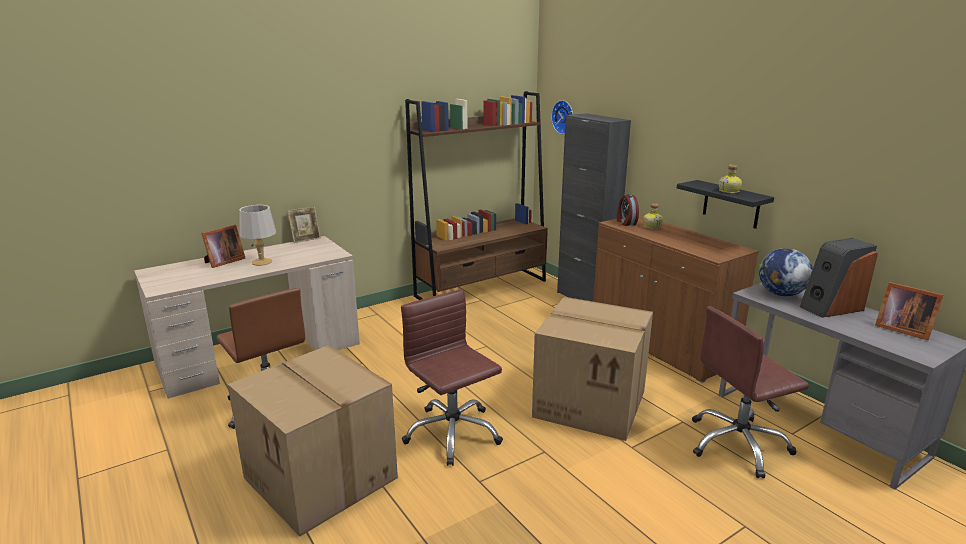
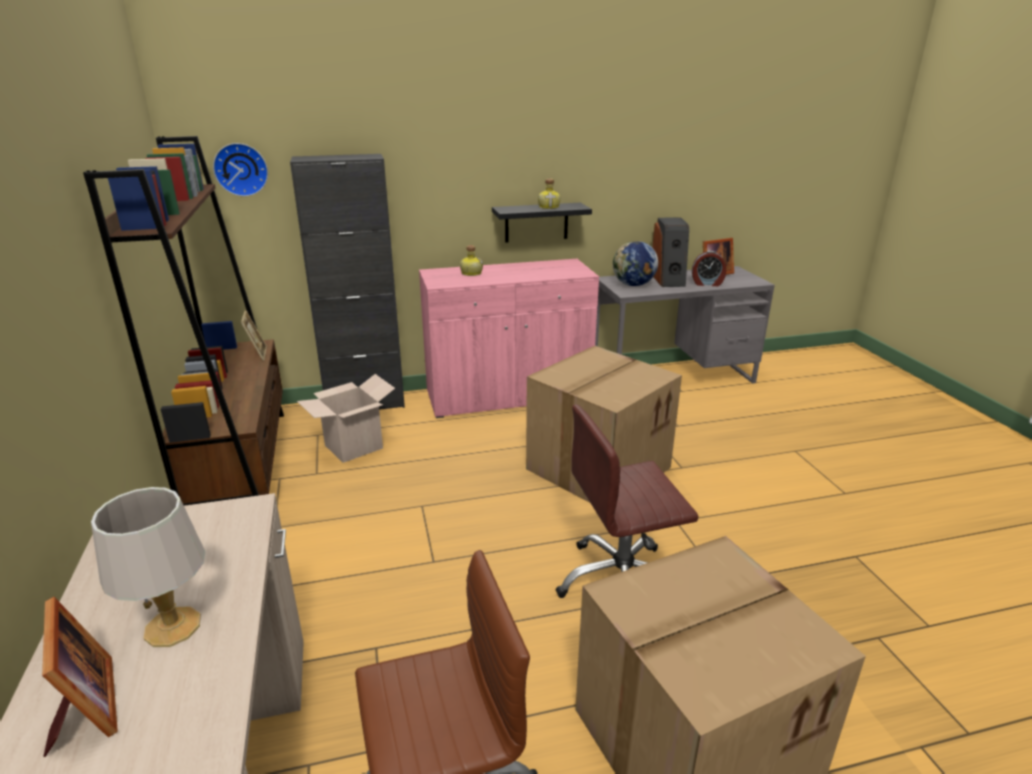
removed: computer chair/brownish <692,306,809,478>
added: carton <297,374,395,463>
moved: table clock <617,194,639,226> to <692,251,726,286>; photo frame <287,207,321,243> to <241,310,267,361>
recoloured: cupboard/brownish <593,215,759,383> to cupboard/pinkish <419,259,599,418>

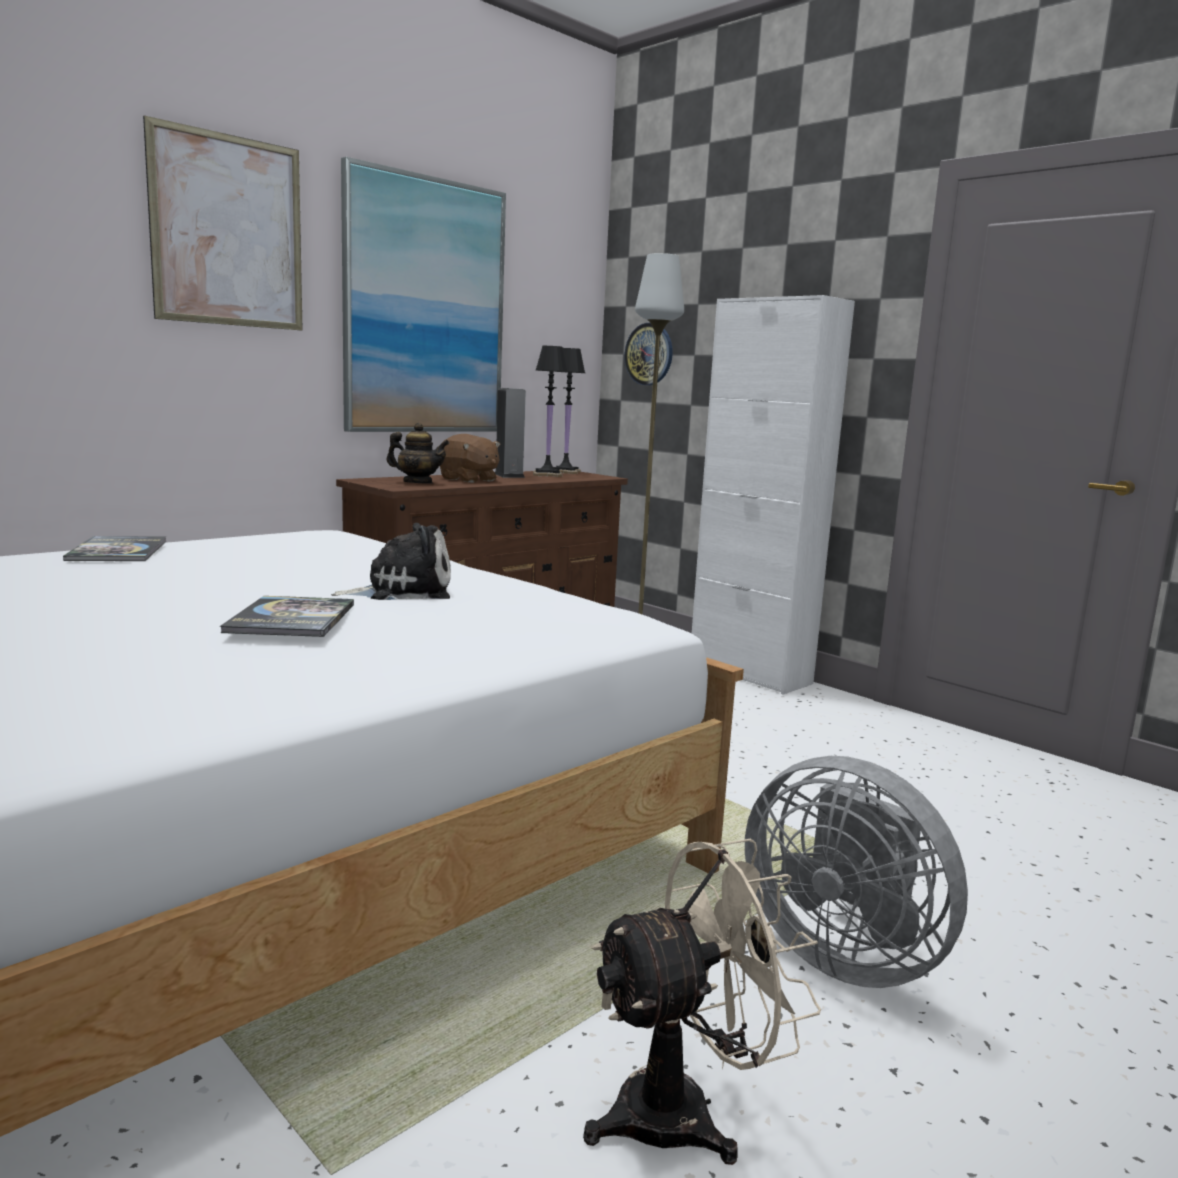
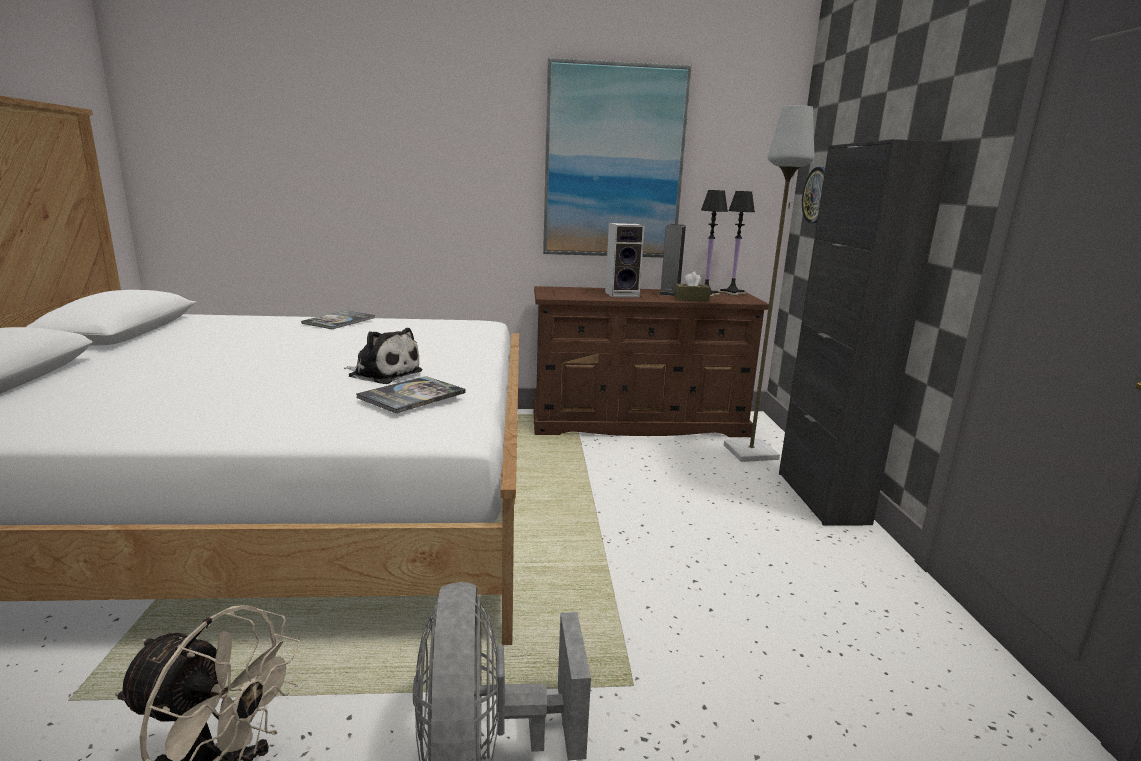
removed: wall picture <143,115,303,330>; tea pot <386,423,450,484>
added: tissue box/brownish <674,272,711,302>
moved: volume <220,596,354,637> to <356,376,466,413>
replaced: cuddly toy/brownish <440,434,500,483> to speaker <605,223,645,297>
recoloured: cupboard/whitish <692,295,855,695> to cupboard/blackish <779,139,953,526>

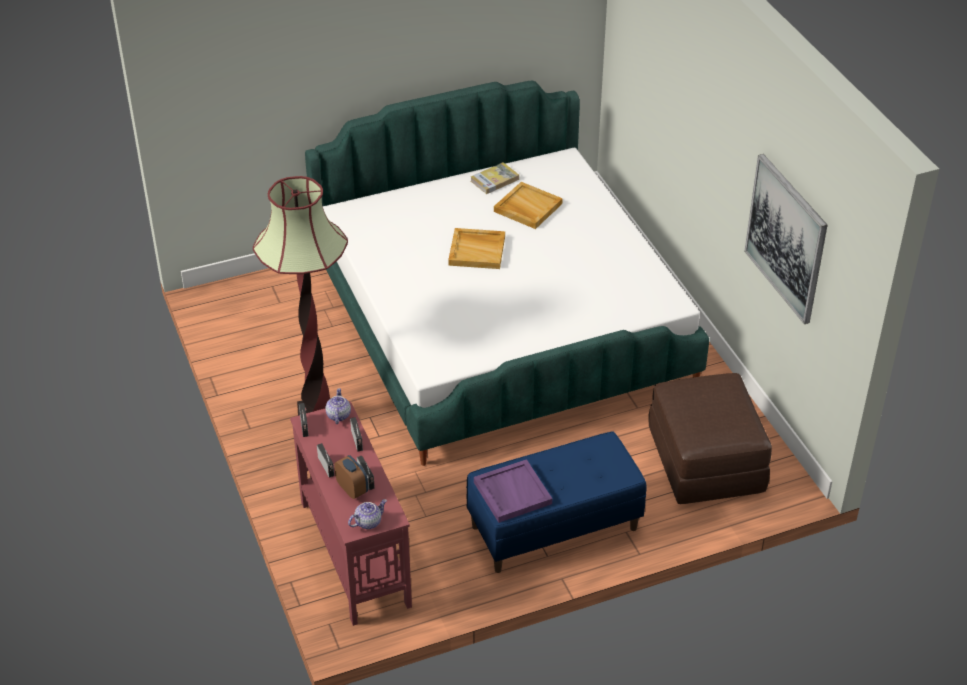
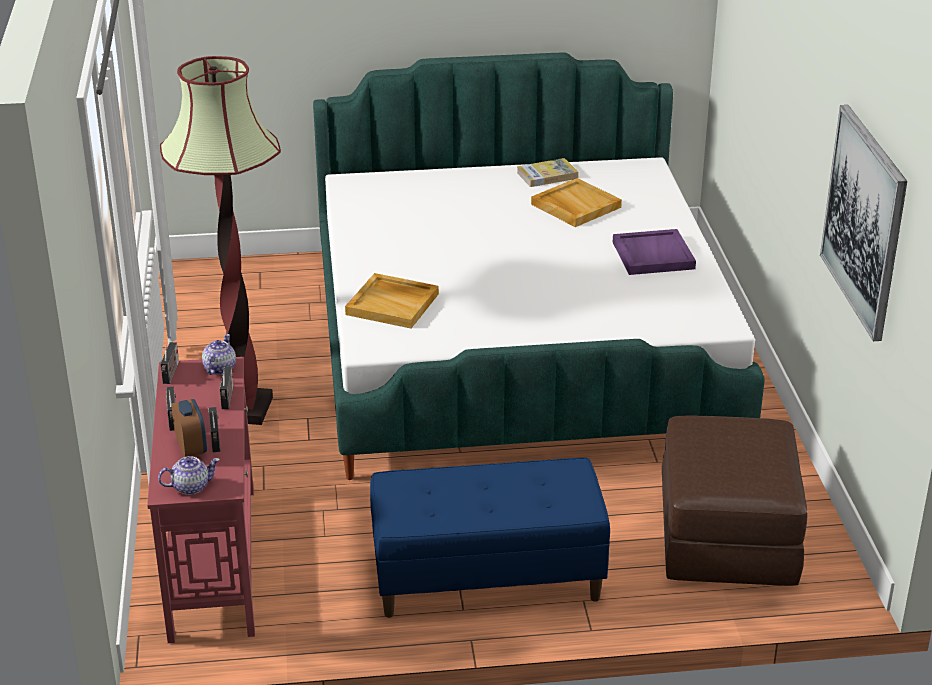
moved: carrying tray/beige <448,228,505,269> to <345,273,439,328>; carrying tray/purple <474,459,552,523> to <612,229,696,275>

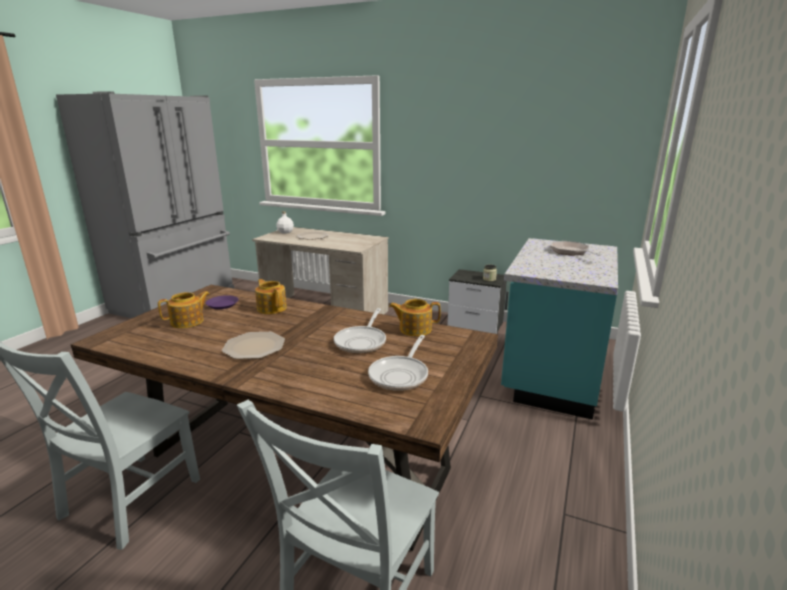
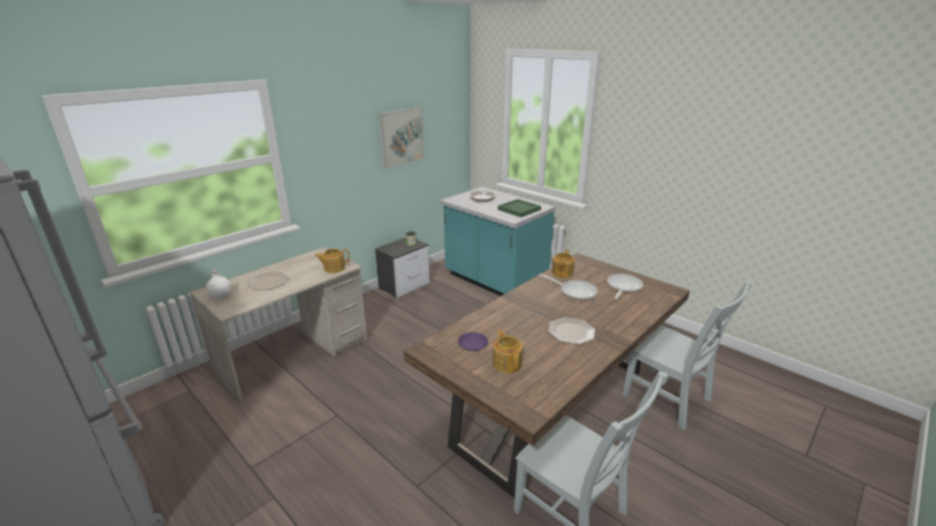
added: wall picture <379,108,424,168>; carrying tray/greenish <498,199,541,217>
moved: tea pot <255,279,287,314> to <315,249,350,273>
turned: skillet <368,335,428,391> = <607,274,643,299> 105 degrees counterclockwise

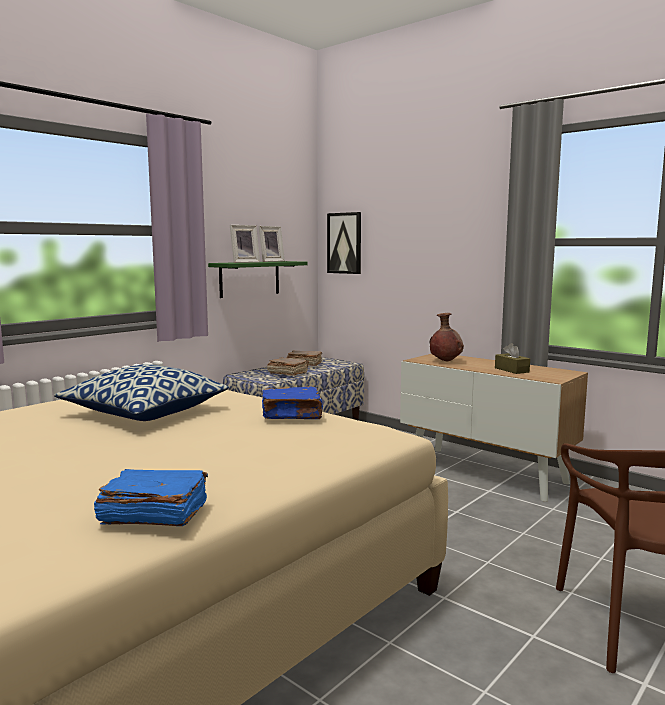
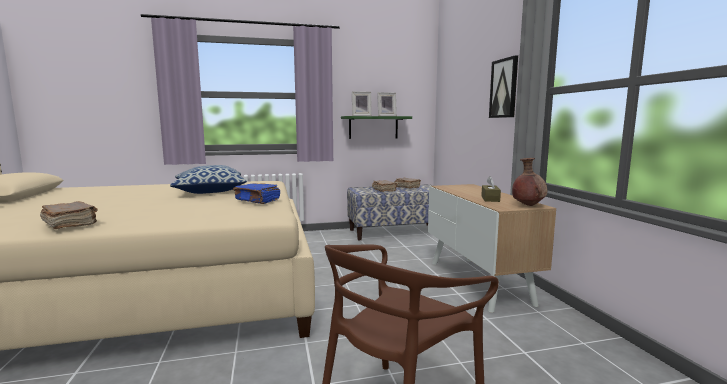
moved: wall picture <327,212,361,274> to <489,55,518,118>; vase/brownish <430,313,464,361> to <512,158,547,206>
recoloured: volume/bluish <94,469,208,526> to volume/brownish <40,201,97,229>

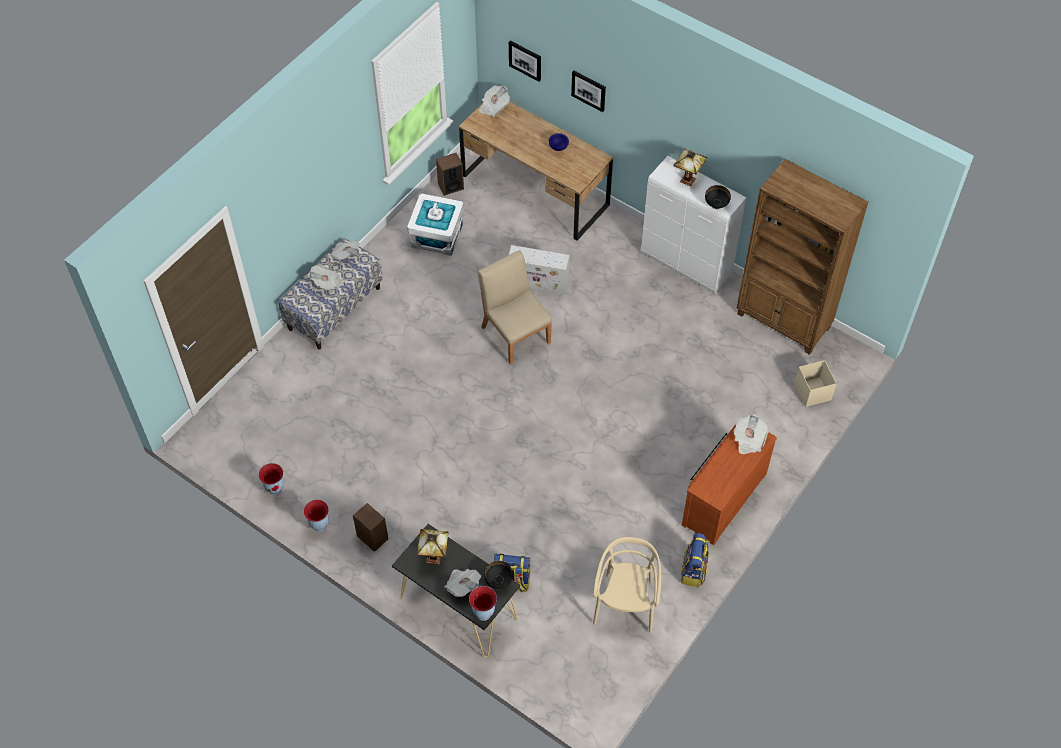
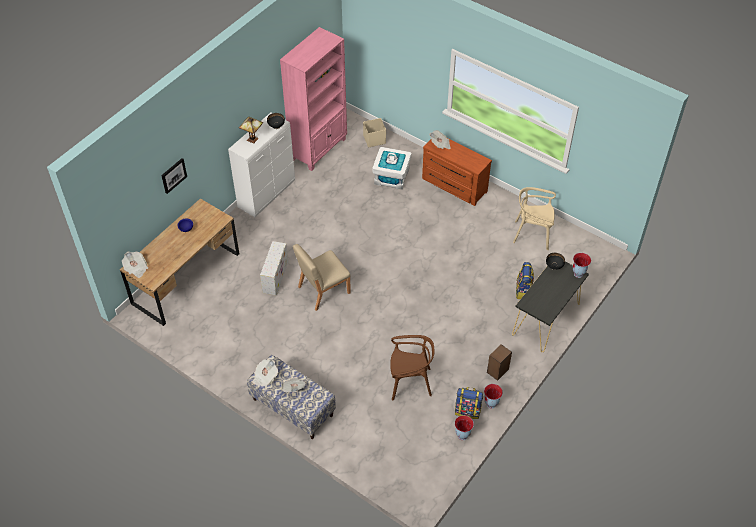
removed: wall picture <509,41,541,82>; speaker <436,153,464,196>; lamp for a table <417,529,449,565>; newspaper <444,569,481,597>
added: plain chair/brownish <390,335,434,400>
moved: storage container/whitish <407,194,464,256> to <372,147,411,190>; backpack <681,533,709,587> to <455,387,483,419>
recoloured: bookshelf/brownish <737,159,869,355> to bookshelf/pinkish <280,27,347,171>

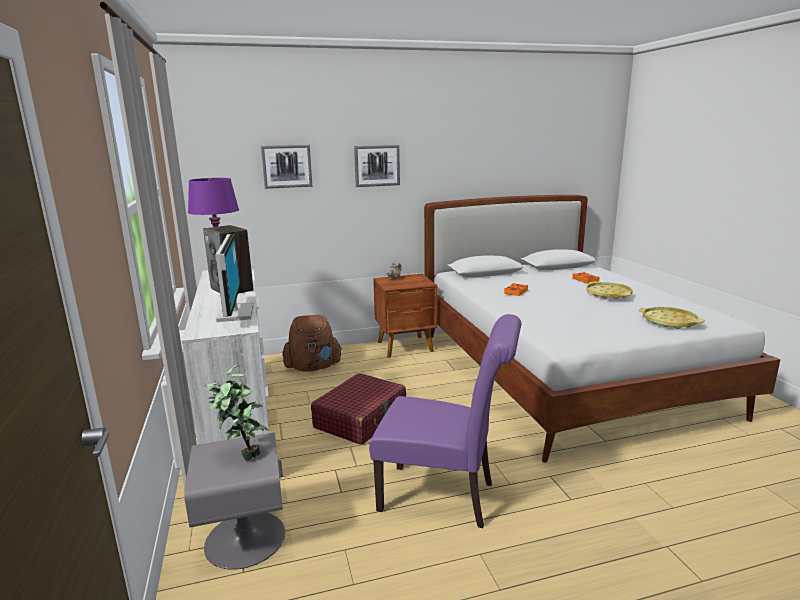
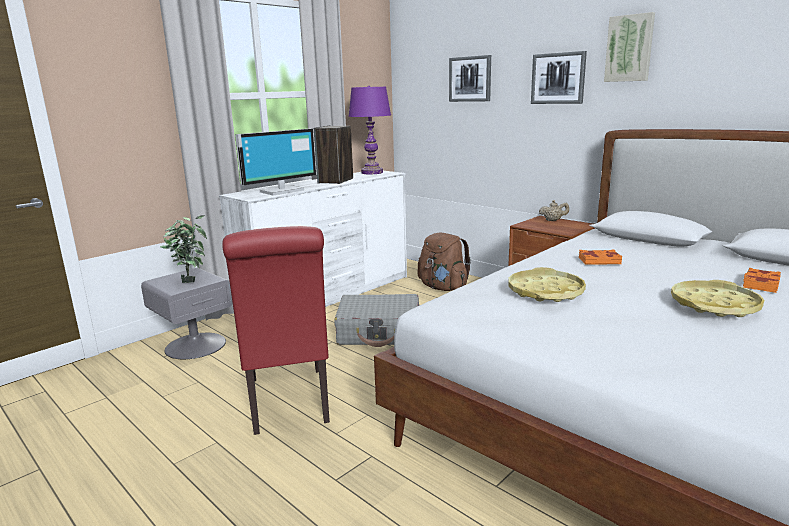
added: wall picture <604,12,655,82>
moved: carrying tray/yellowish <639,307,705,329> to <508,267,586,302>
recoloured: plain chair/purple <369,314,521,528> to plain chair/red <222,226,330,435>; travel case/red <311,373,406,445> to travel case/greyish <335,294,419,347>

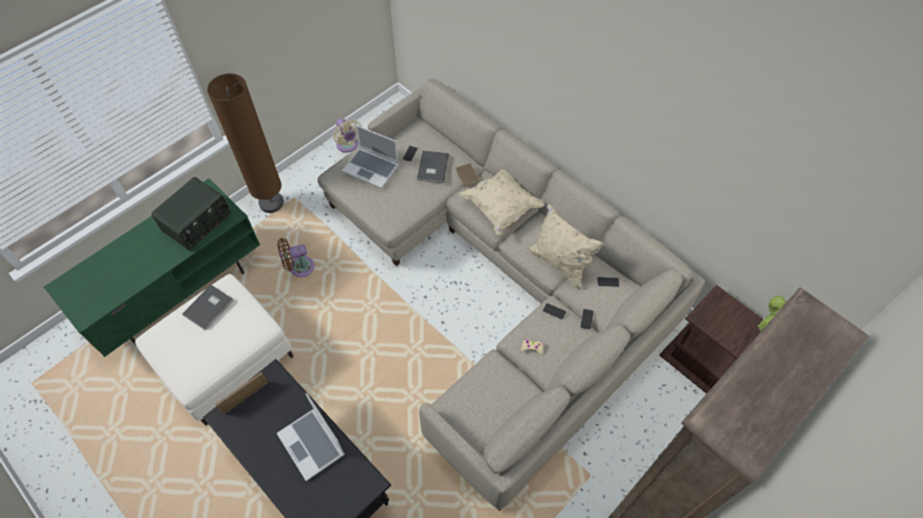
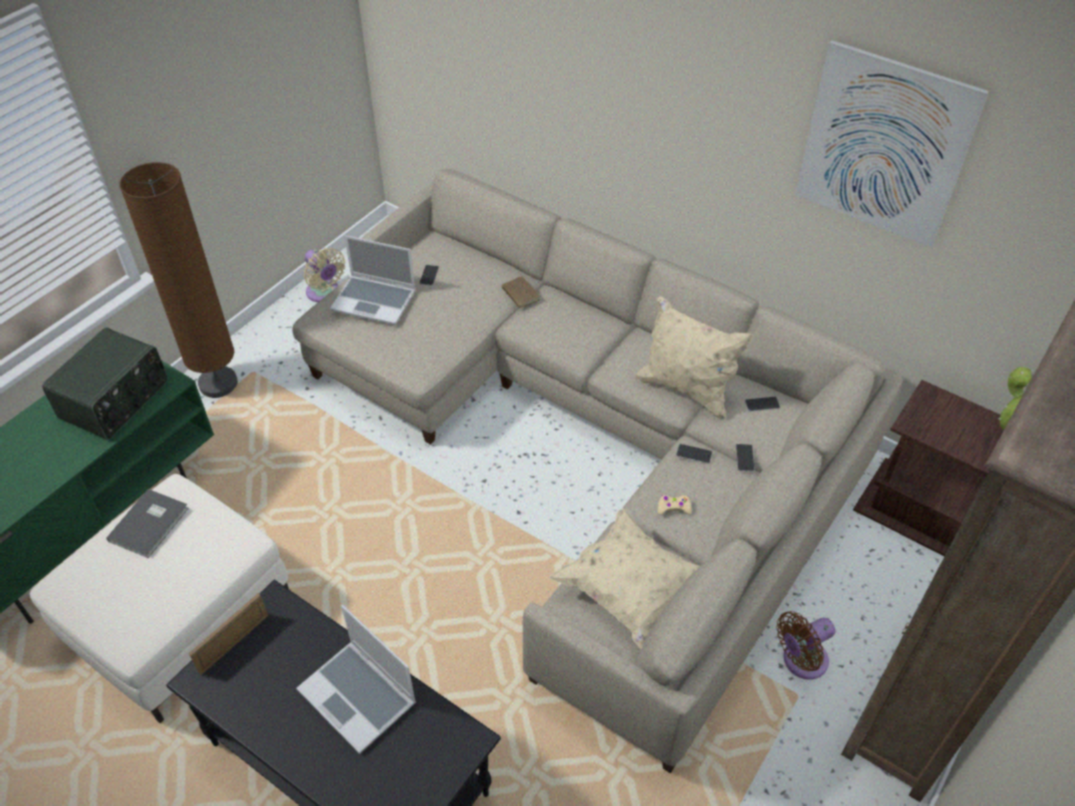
removed: volume/greyish <417,151,449,183>
added: wall picture <795,40,989,248>
moved: cushion/beige <458,170,544,235> to <549,508,700,649>; electric fan/brownish <277,238,315,277> to <776,611,835,680>

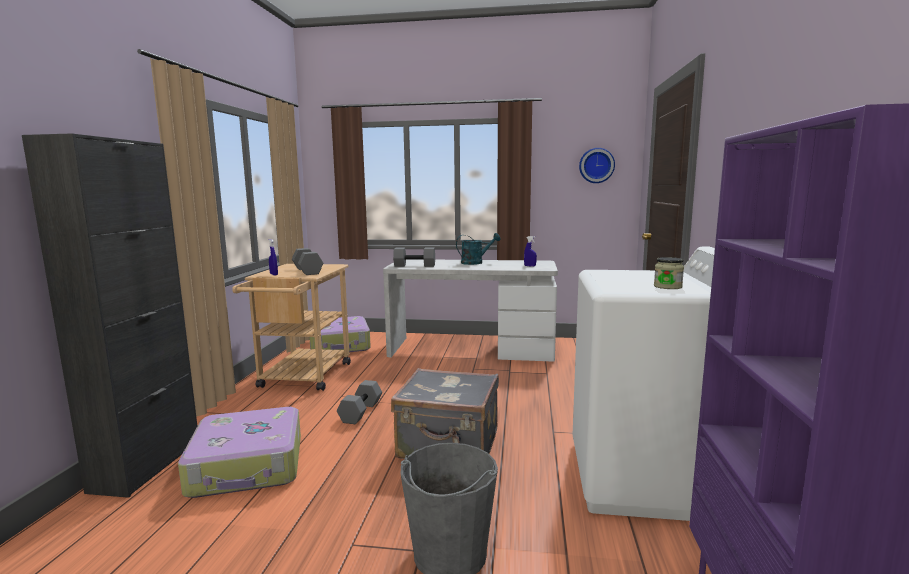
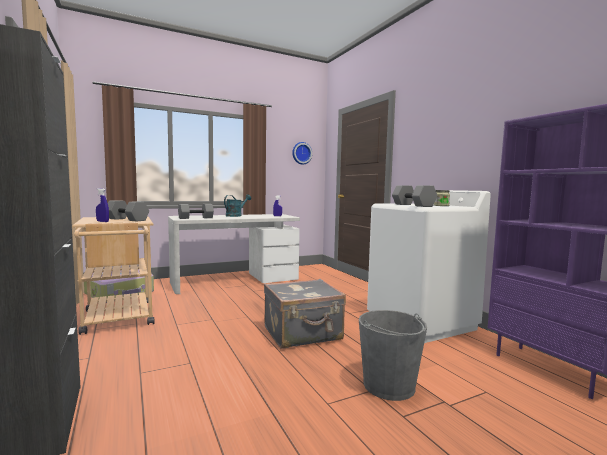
removed: travel case <178,407,301,498>
moved: free weight/greyish <337,380,382,424> to <392,185,437,207>

